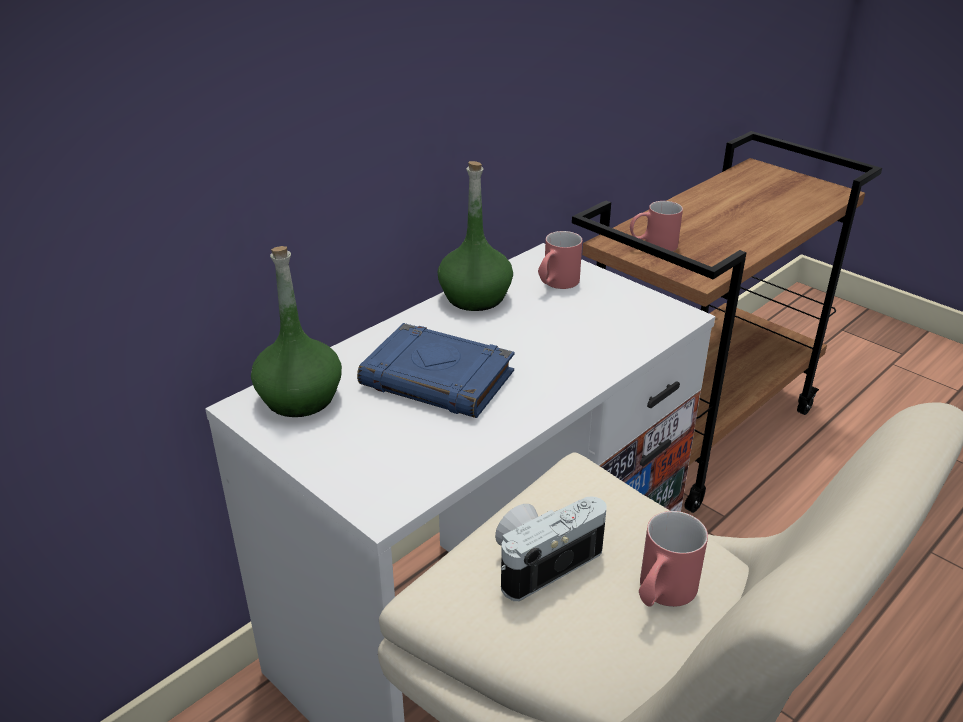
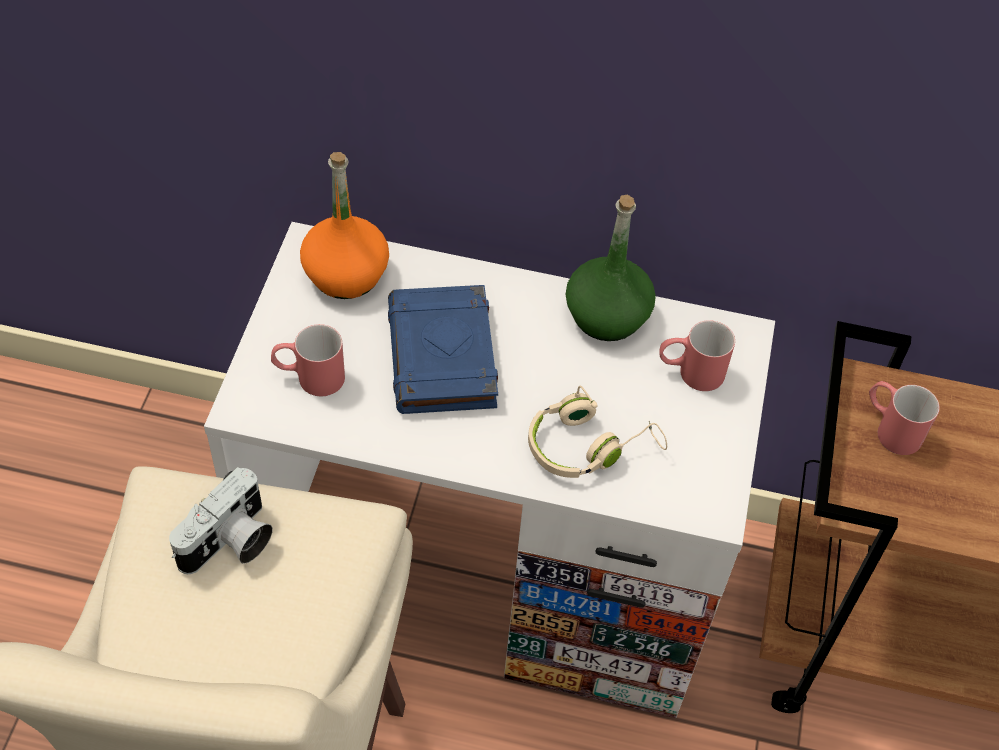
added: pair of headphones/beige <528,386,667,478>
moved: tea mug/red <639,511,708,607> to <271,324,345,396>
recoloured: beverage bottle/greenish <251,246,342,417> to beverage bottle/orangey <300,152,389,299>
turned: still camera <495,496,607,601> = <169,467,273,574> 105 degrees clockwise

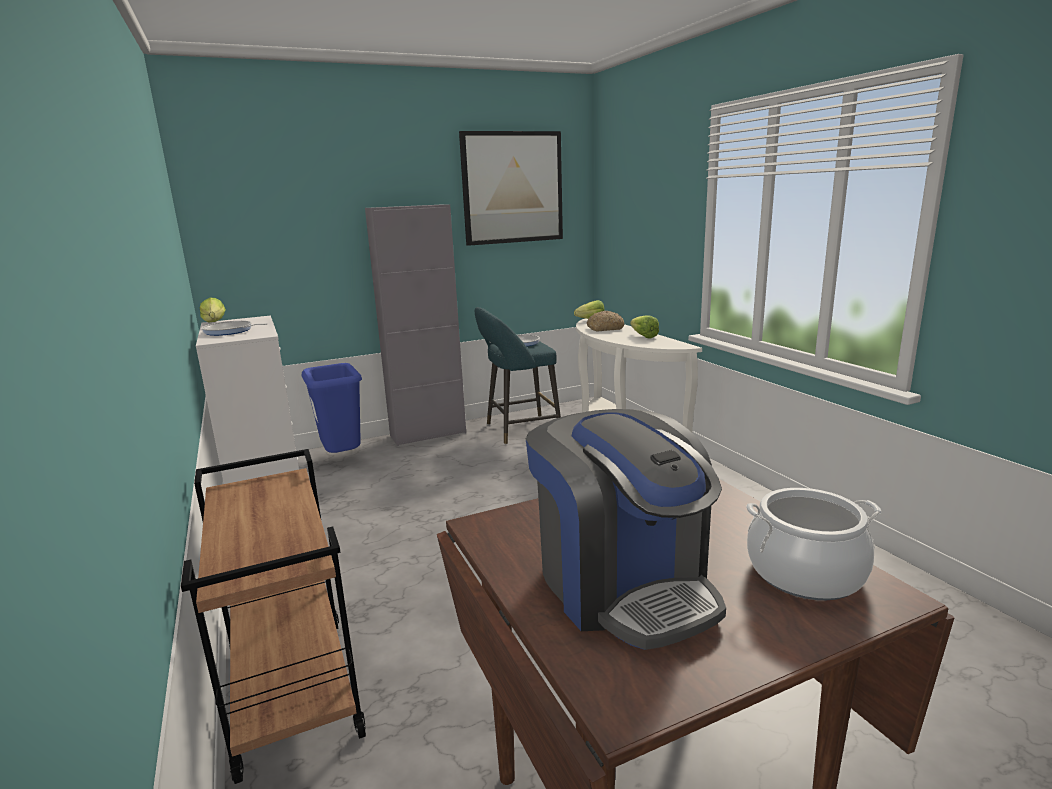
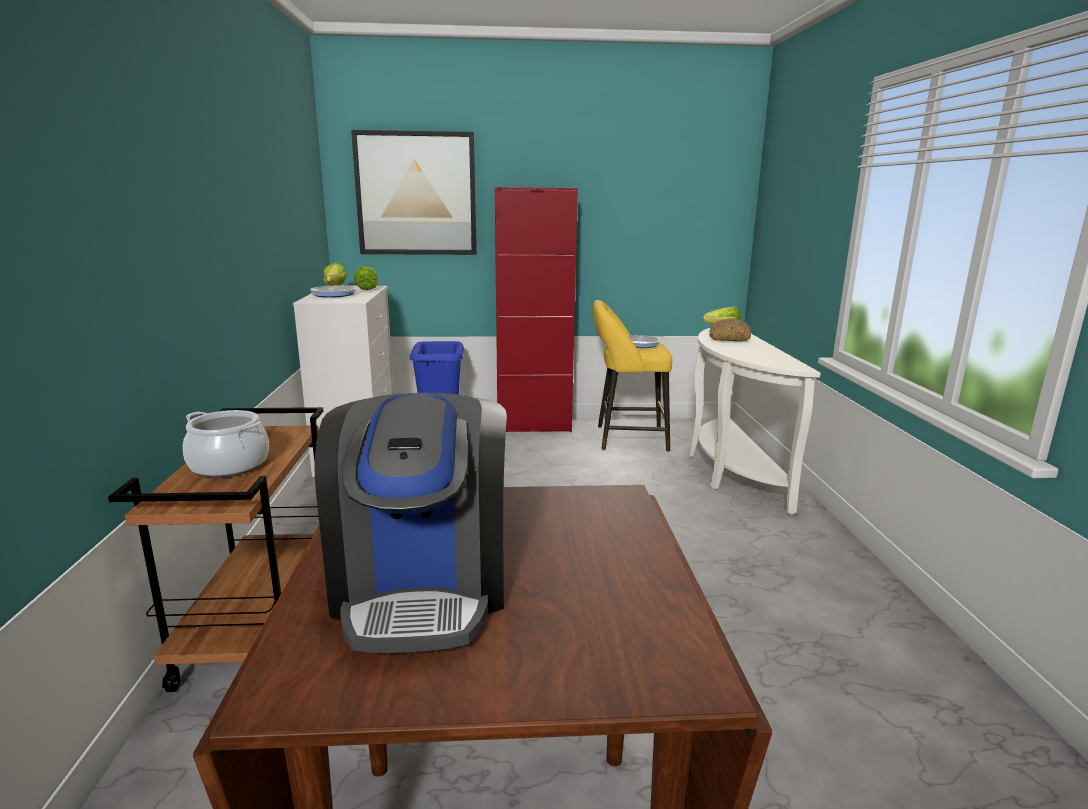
moved: wall picture <459,131,563,246> to <351,130,477,255>; lettuce <630,315,659,339> to <354,266,378,290>; cooking pot <746,488,881,600> to <183,410,269,478>
recoloured: cupboard/greyish <365,205,466,446> to cupboard/red <495,187,578,432>; sitting stool/blue-green <475,307,561,444> to sitting stool/yellowish <593,300,672,452>

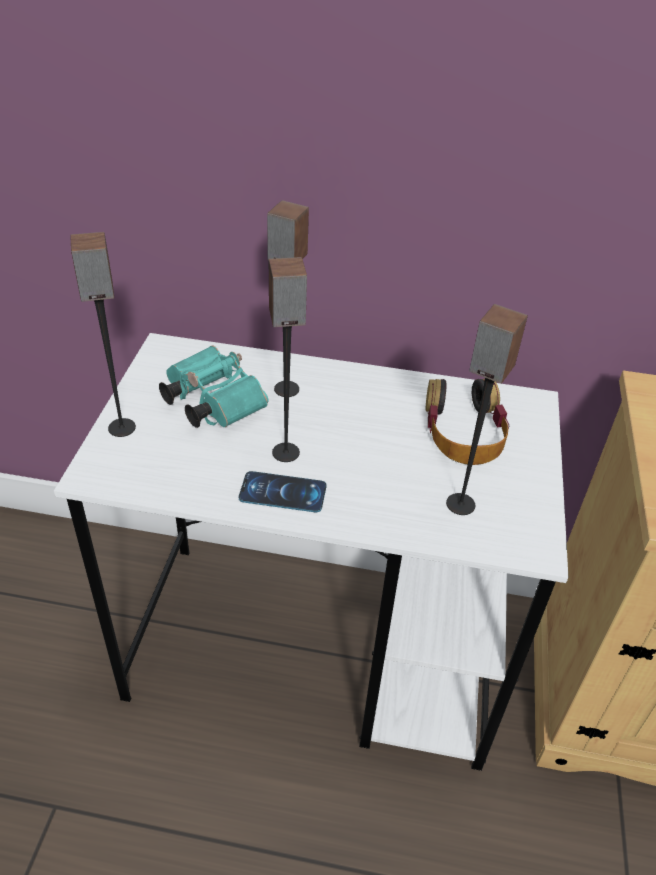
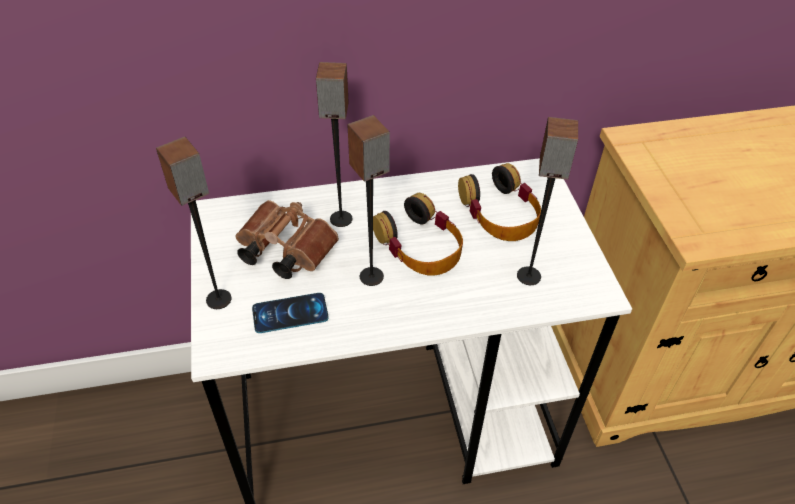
added: pair of headphones <373,193,463,275>
moved: handset <239,471,327,512> to <252,293,329,333>
recoloured: field glasses/blue-green <159,345,269,428> to field glasses/brownish <235,200,339,279>

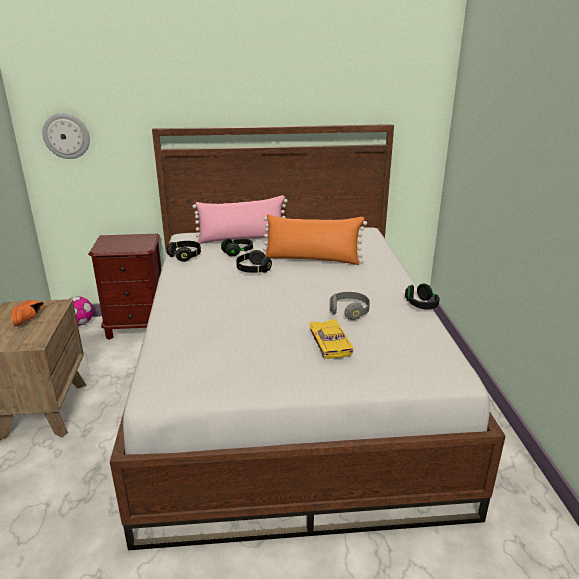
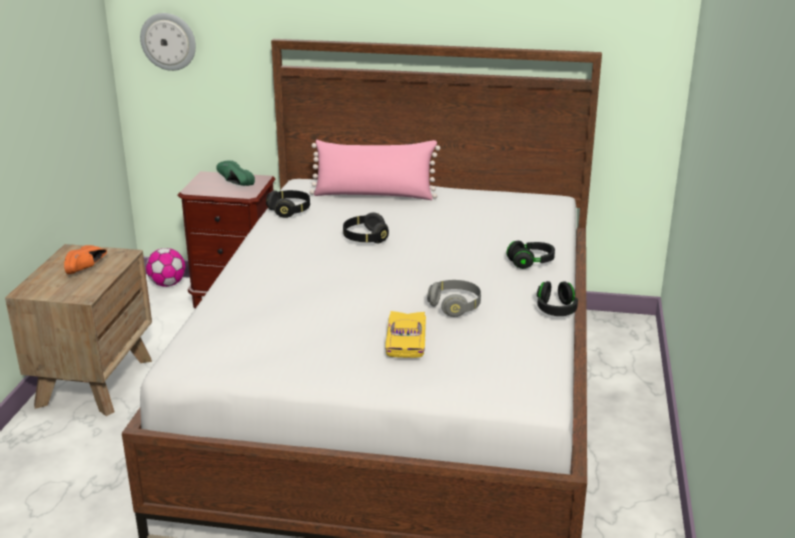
removed: cushion/orangey <263,214,367,265>
added: item of footwear/greenish <216,160,255,186>
moved: pair of headphones/blackish <221,239,253,257> to <507,241,555,269>

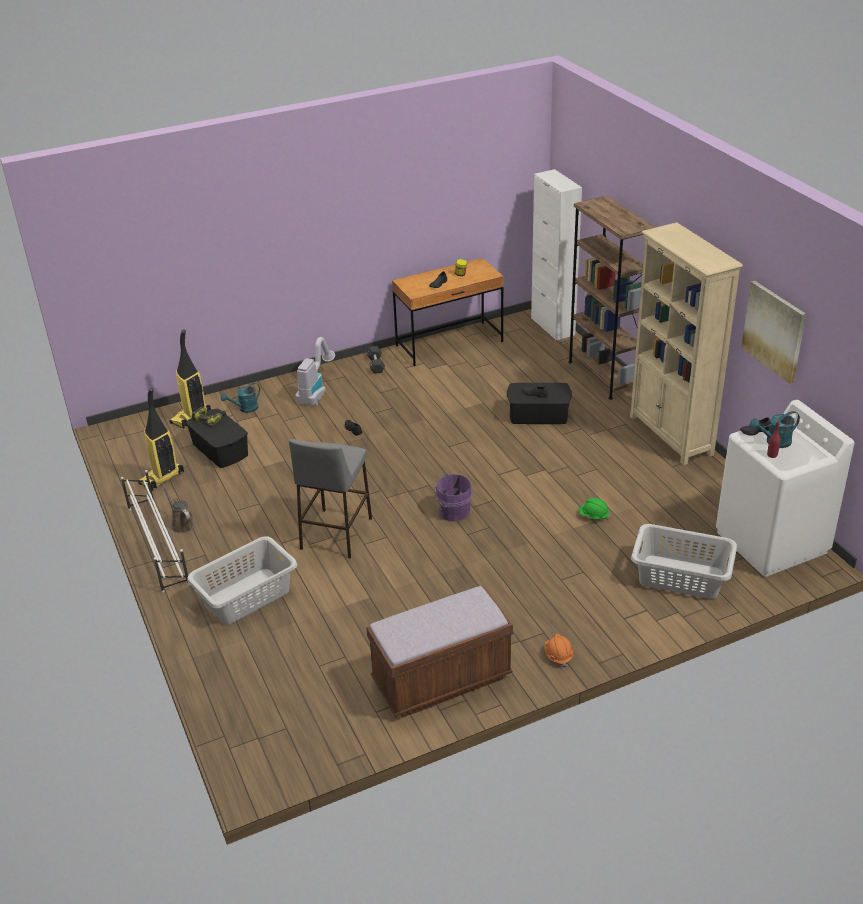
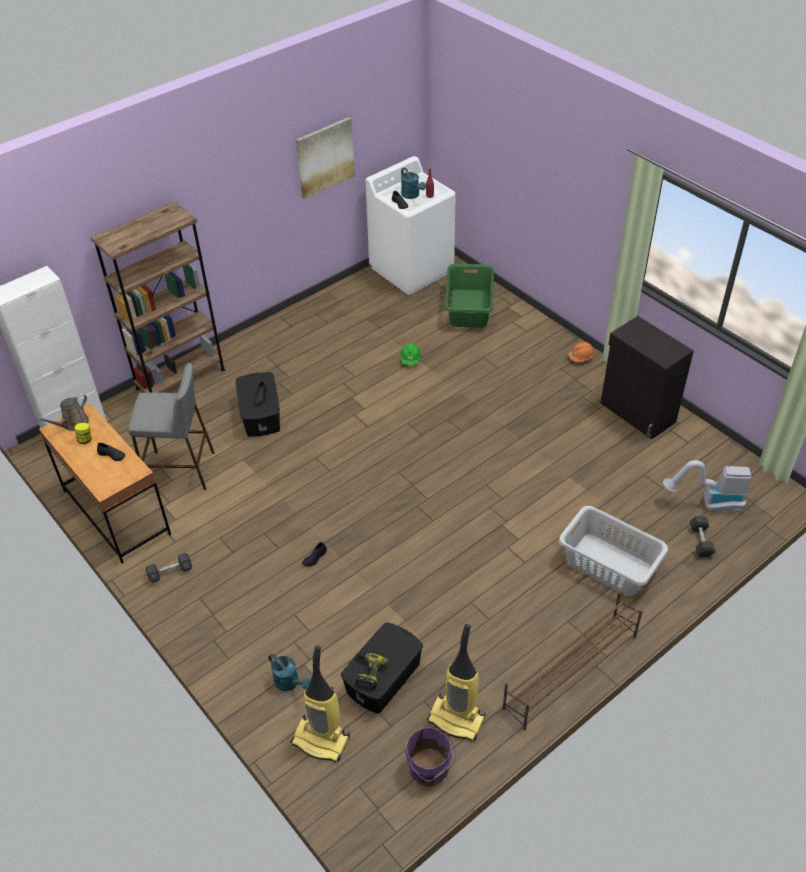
removed: bookshelf/beige <630,222,743,465>
added: free weight/blackish <690,516,716,557>
moved: vacuum cleaner <295,337,335,405> to <663,460,751,514>; sitting stool/greyish <289,439,372,558> to <128,363,215,490>; bucket/purple <433,474,472,521> to <405,727,456,787>; sprinkling can/brownish <162,484,196,533> to <37,393,89,431>
replaced: indoor bench/brownish <366,586,513,718> to cupboard/blackish <601,316,694,439>
recoloured: shoe shelf/whitish <121,470,189,593> to shoe shelf/brownish <502,591,643,731>; washing basket/greyish <631,524,737,599> to washing basket/greenish <445,264,494,328>

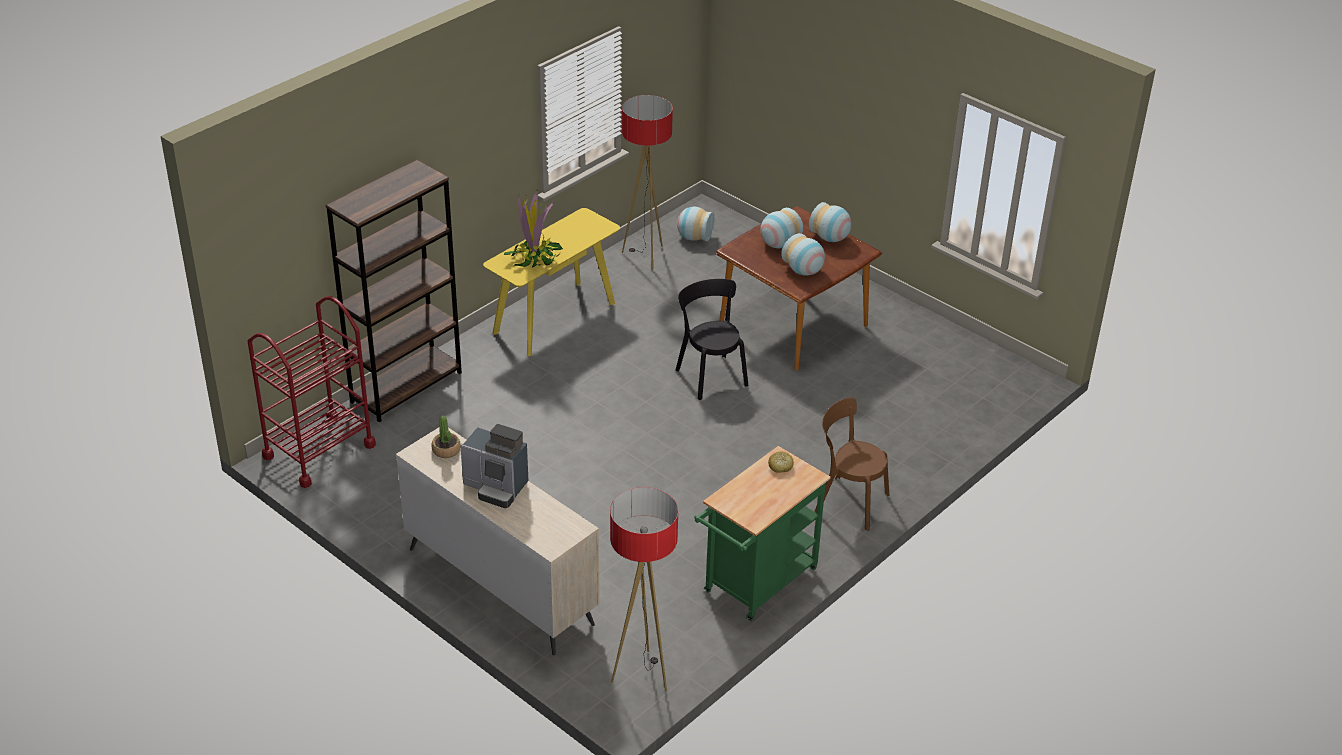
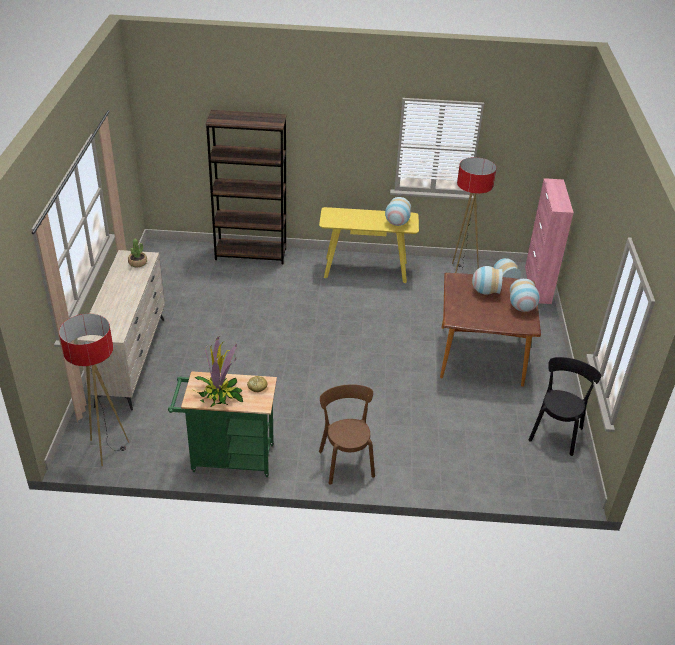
removed: trolley/red <247,296,376,488>; coffee machine <460,424,528,508>
added: cupboard/pinkish <525,178,574,304>
moved: plant in a pot <504,190,563,268> to <195,336,243,407>; vase <781,233,825,275> to <385,197,411,226>; plain chair/blackish <676,279,748,400> to <529,357,601,456>

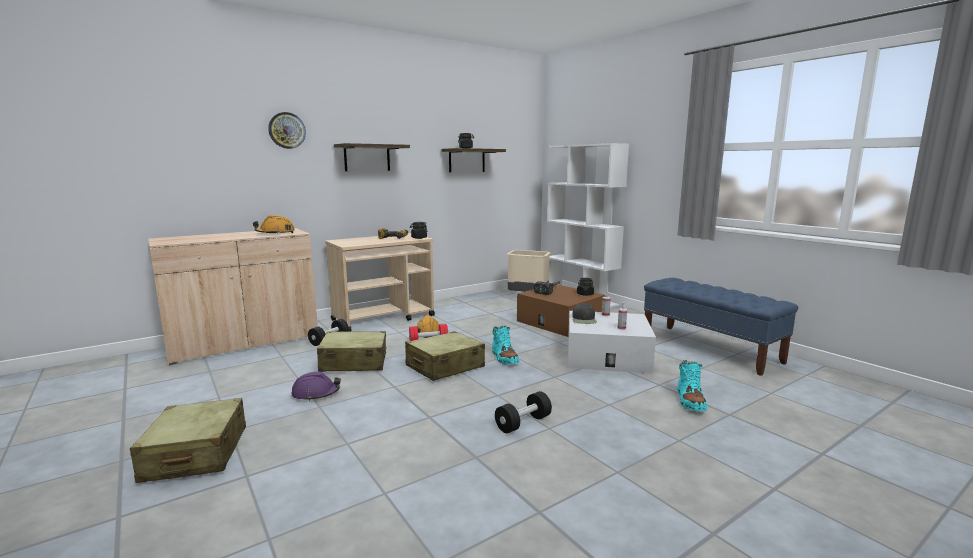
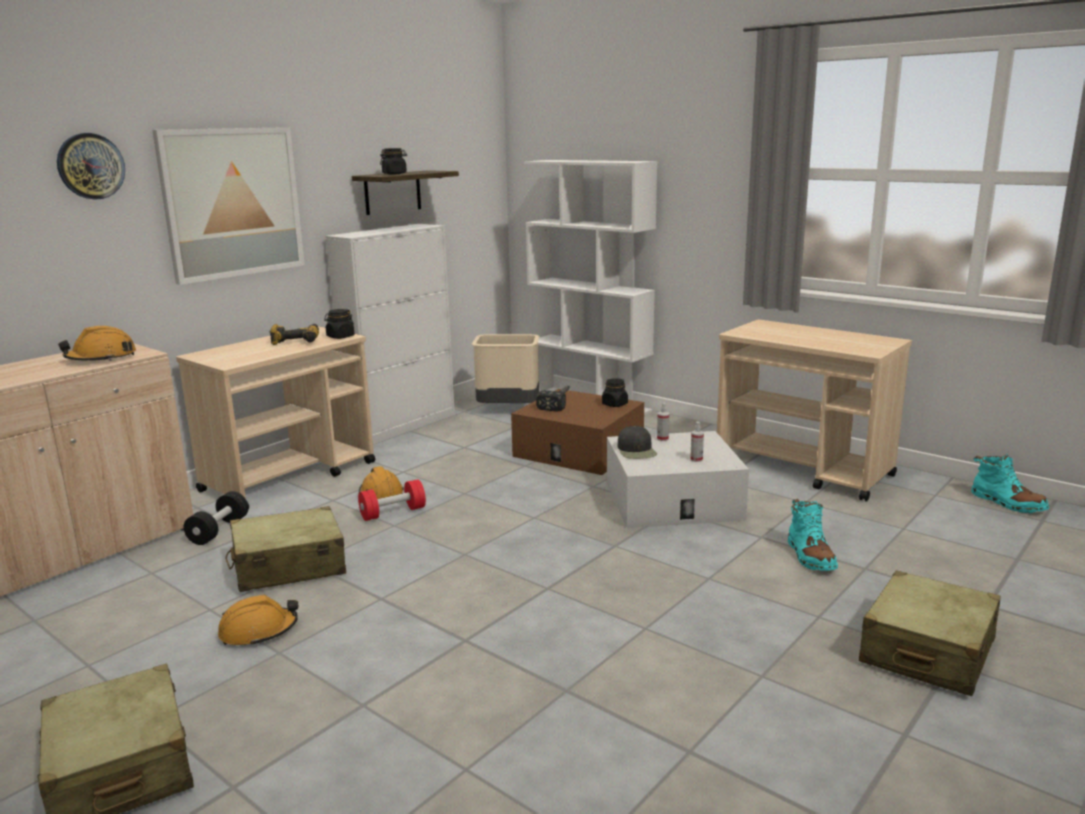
removed: free weight/blackish <495,391,552,433>
added: cupboard/whitish <326,224,455,444>
moved: tall boot/blue-green <492,325,520,365> to <971,454,1049,513>; travel case/beige <405,331,485,381> to <859,571,1001,696>
replaced: shelf <334,143,410,171> to wall picture <152,127,305,285>; indoor bench/bluish <644,278,798,376> to trolley/beige <717,320,912,502>
recoloured: safety helmet/purple <291,372,341,401> to safety helmet/orangey <218,595,298,646>

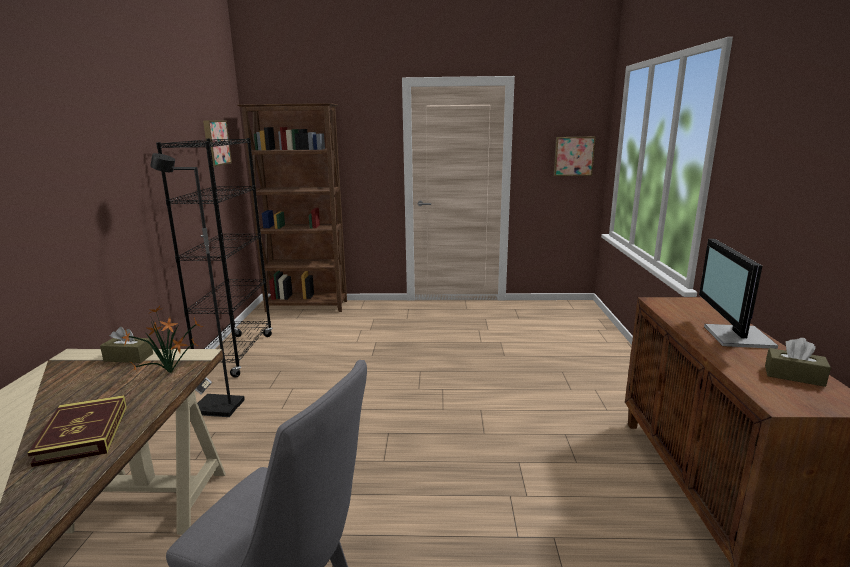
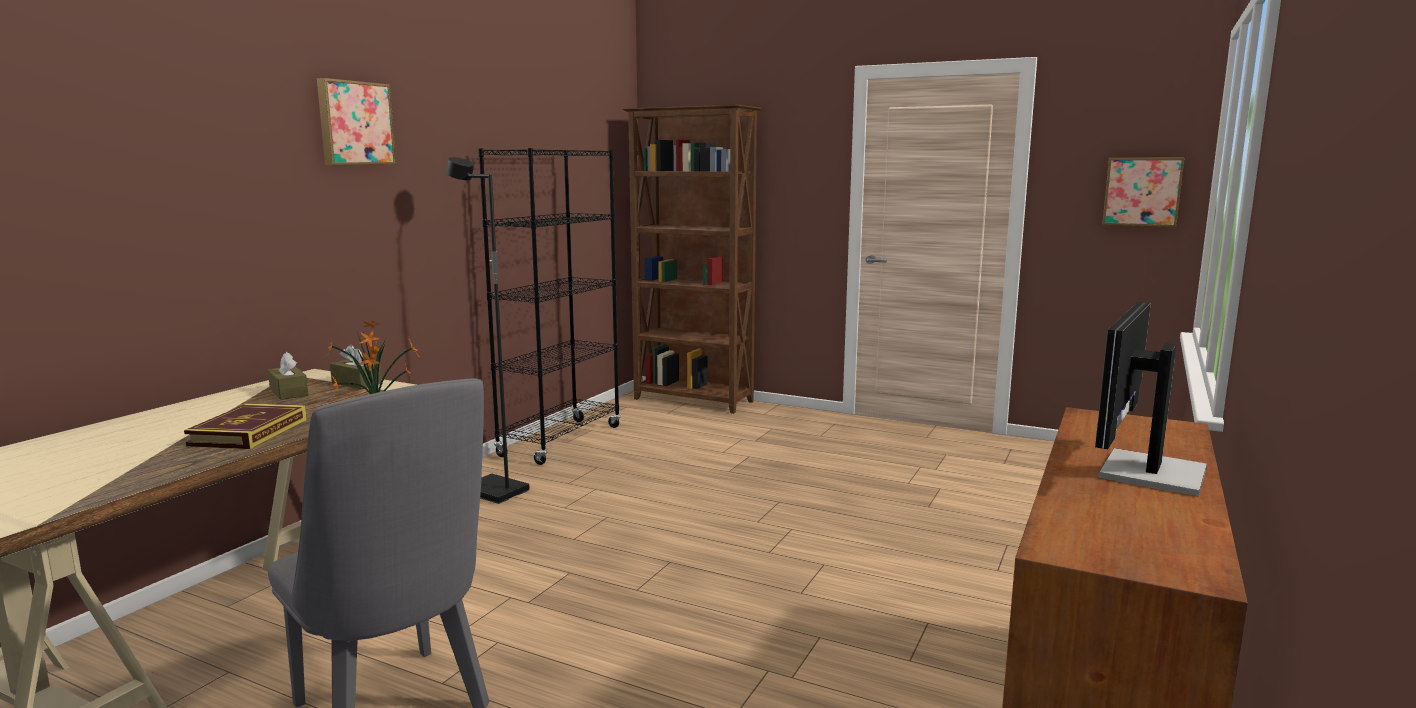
moved: wall picture <203,121,232,167> to <317,78,396,165>; tissue box/brownish <765,338,831,387> to <268,352,308,400>

